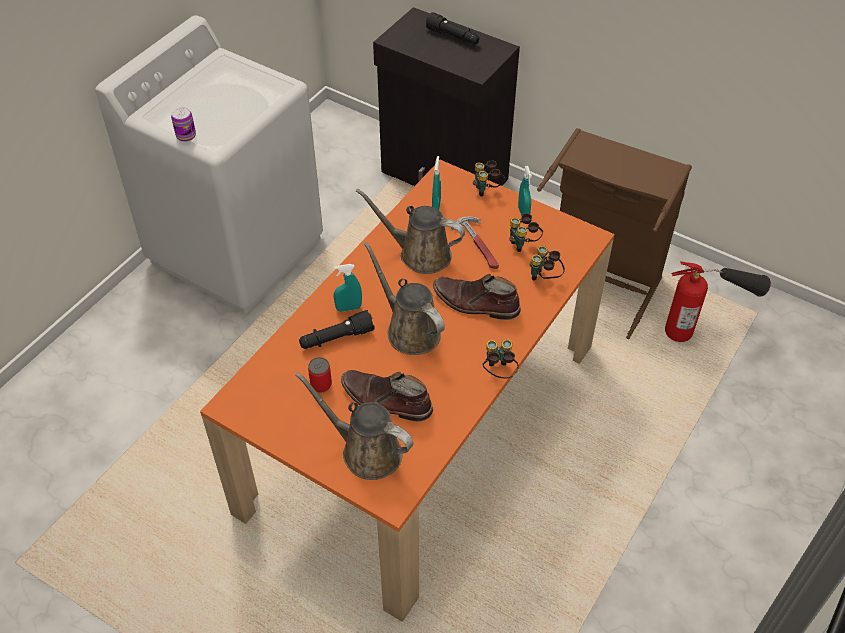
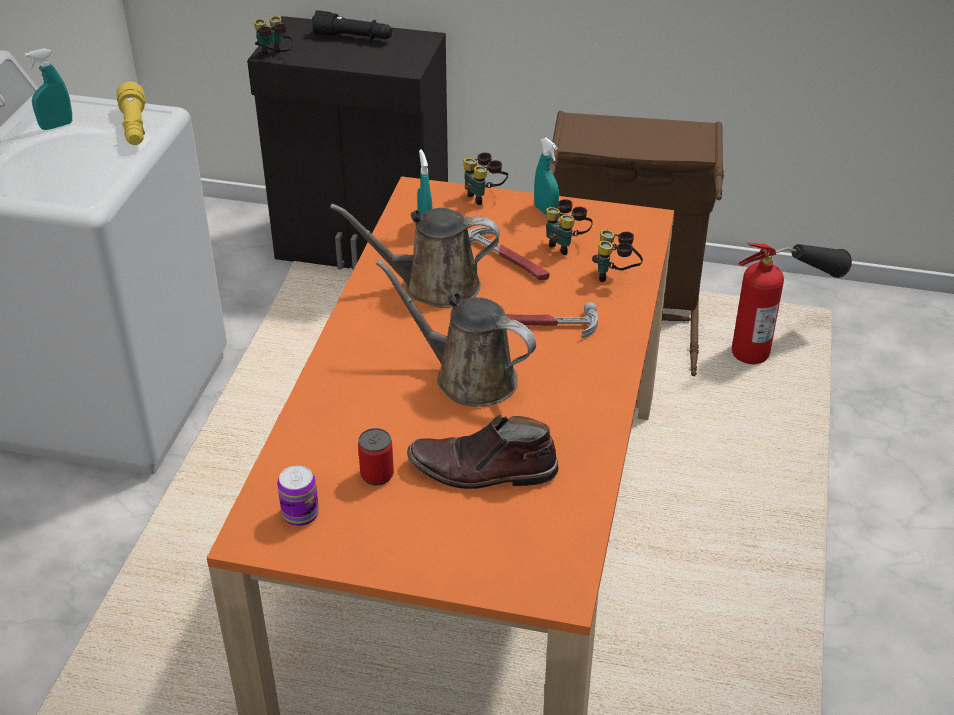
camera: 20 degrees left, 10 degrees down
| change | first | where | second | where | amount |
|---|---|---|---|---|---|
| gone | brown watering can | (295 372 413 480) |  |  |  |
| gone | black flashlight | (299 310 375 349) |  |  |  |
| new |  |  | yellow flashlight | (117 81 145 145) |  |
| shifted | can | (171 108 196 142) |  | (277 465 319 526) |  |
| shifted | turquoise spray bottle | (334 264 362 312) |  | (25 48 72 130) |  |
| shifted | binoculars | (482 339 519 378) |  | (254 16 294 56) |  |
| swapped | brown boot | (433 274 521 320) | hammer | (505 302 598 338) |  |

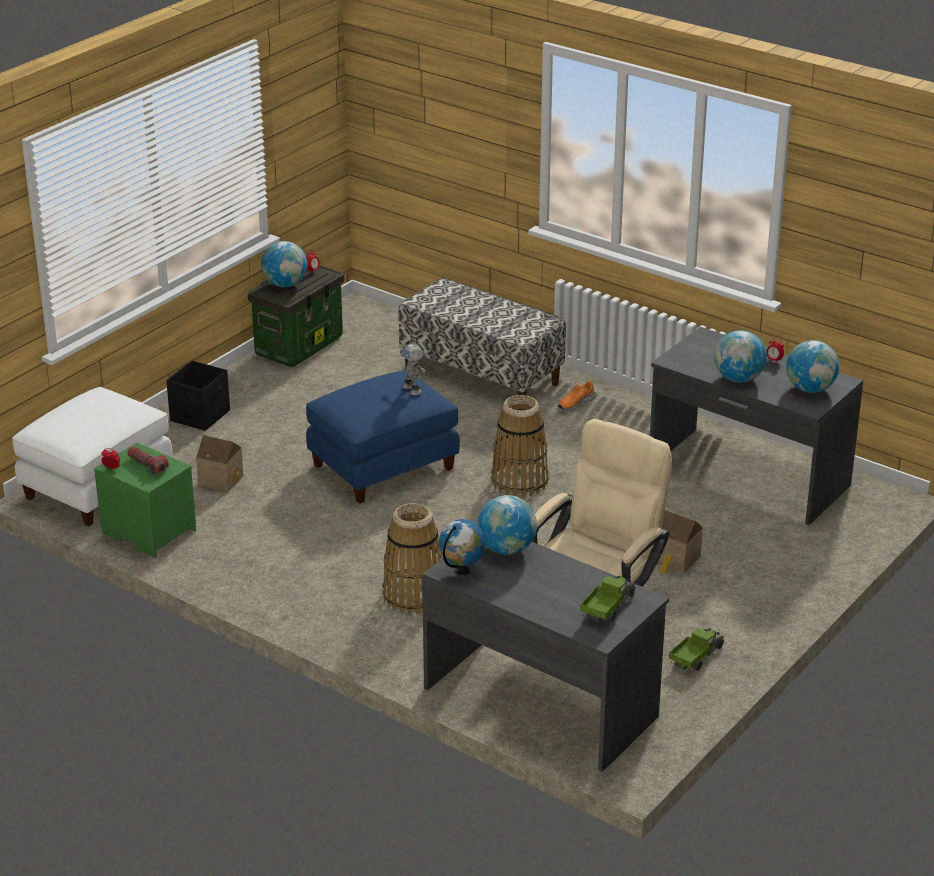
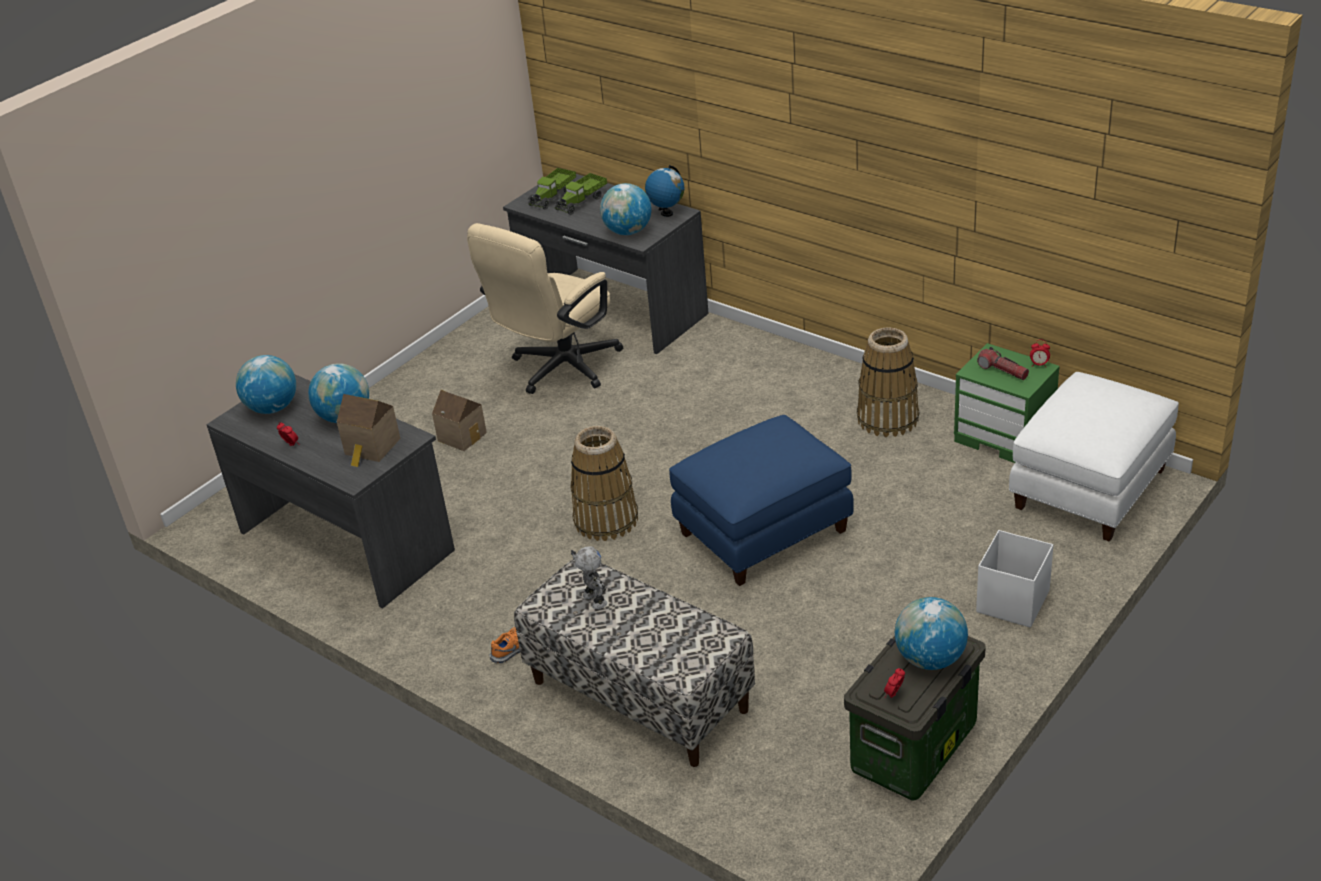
camera: 175 degrees left, 5 degrees up
| change | first | where | second | where | amount |
|---|---|---|---|---|---|
| shifted | toy house | (196 435 243 492) |  | (337 394 401 467) |  |
| shifted | basket | (383 503 442 614) |  | (857 327 919 437) |  |
| shifted | toy robot | (400 344 428 395) |  | (571 547 607 609) |  |
| shifted | toy truck | (669 628 725 671) |  | (554 173 607 215) |  |
| repainted | black storage box | (166 360 230 431) | white storage box | (976 530 1053 627) |  |

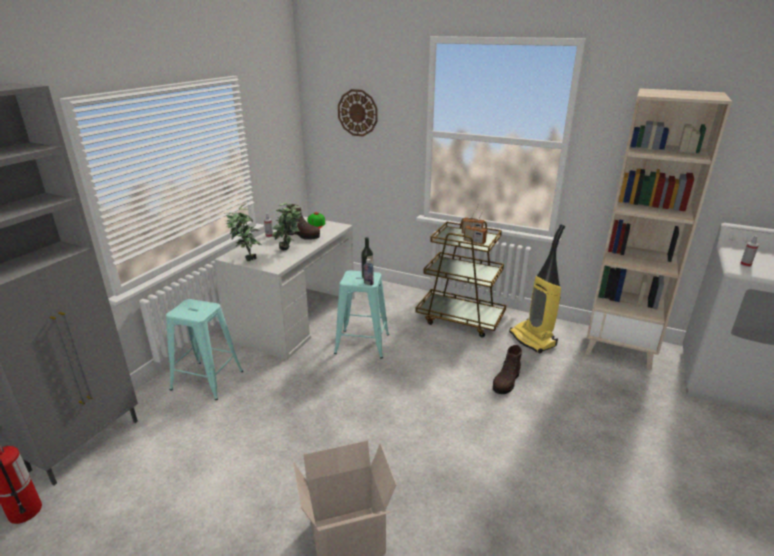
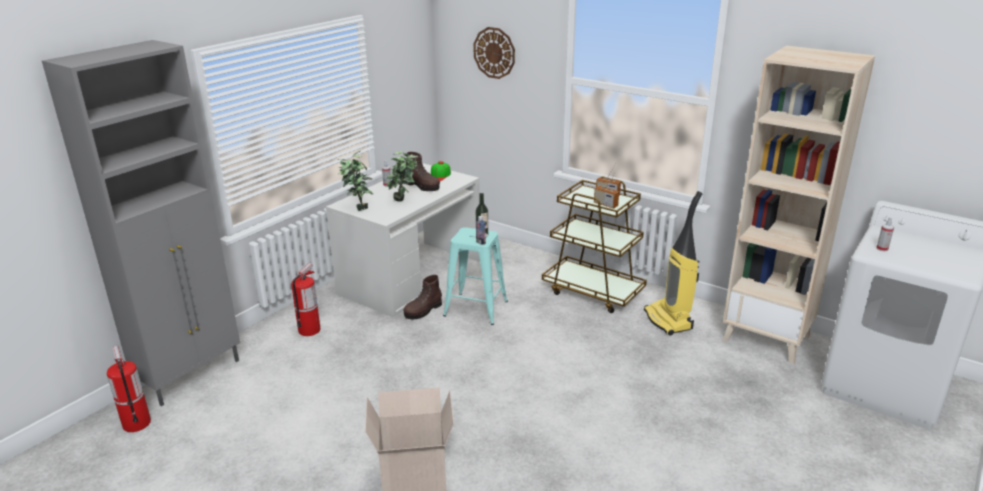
camera: 10 degrees right, 0 degrees up
| change | first | where | second | where | amount |
|---|---|---|---|---|---|
| shifted | brown boot | (493 345 522 394) |  | (403 275 442 319) |  |
| swapped | turquoise stool | (166 299 243 400) | fire extinguisher | (291 263 320 336) |  |

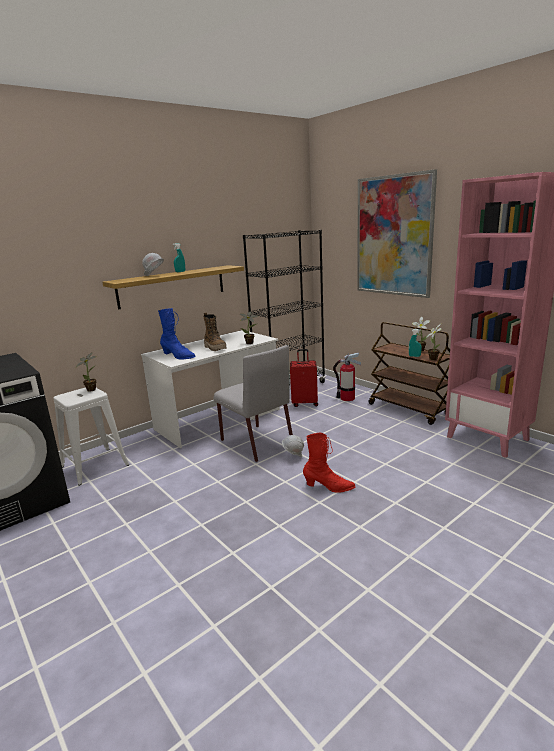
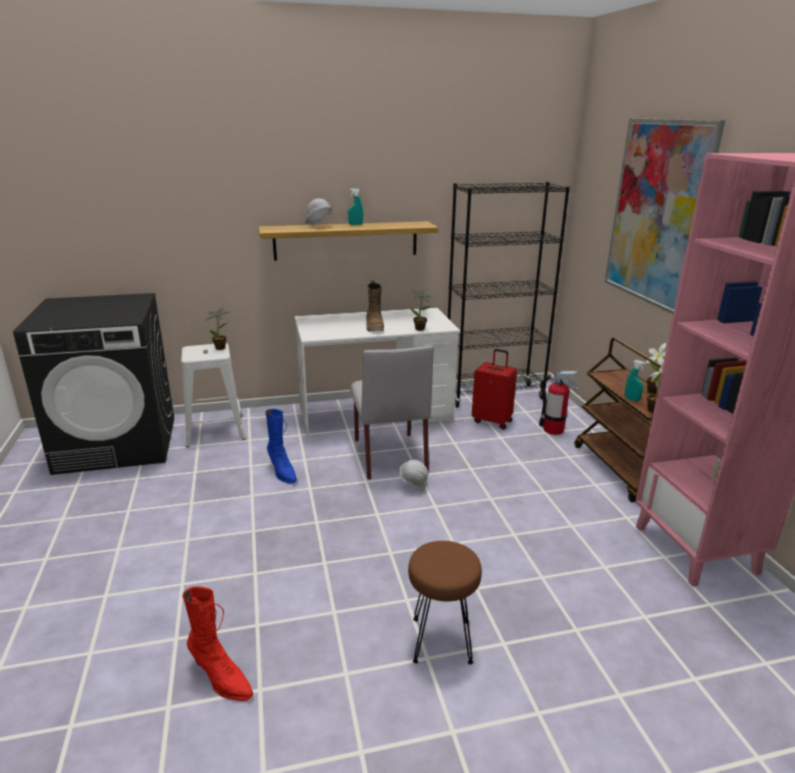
camera: 25 degrees right, 5 degrees up
| change | first | where | second | where | amount |
|---|---|---|---|---|---|
| new |  |  | brown stool | (408 541 482 665) |  |
| shifted | blue boot | (158 308 195 360) |  | (265 409 297 484) |  |
| shifted | red boot | (303 433 355 493) |  | (182 586 253 701) |  |

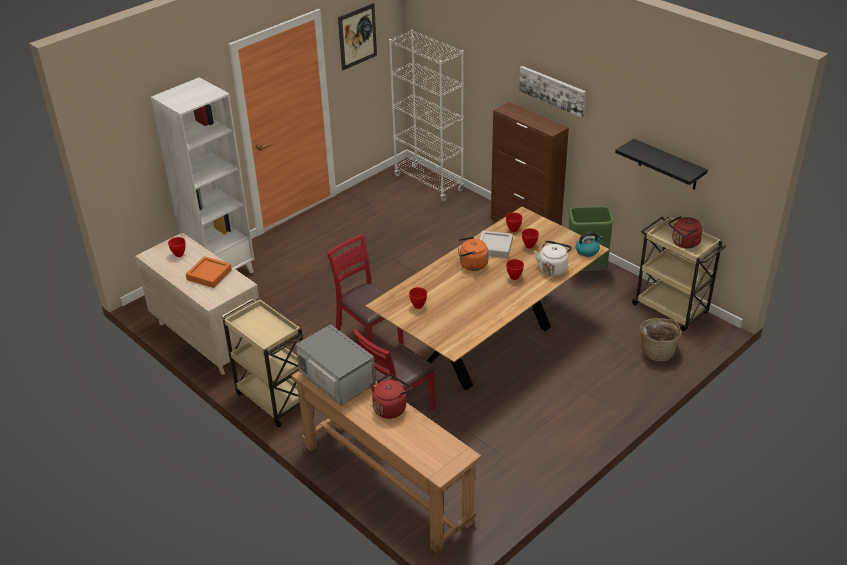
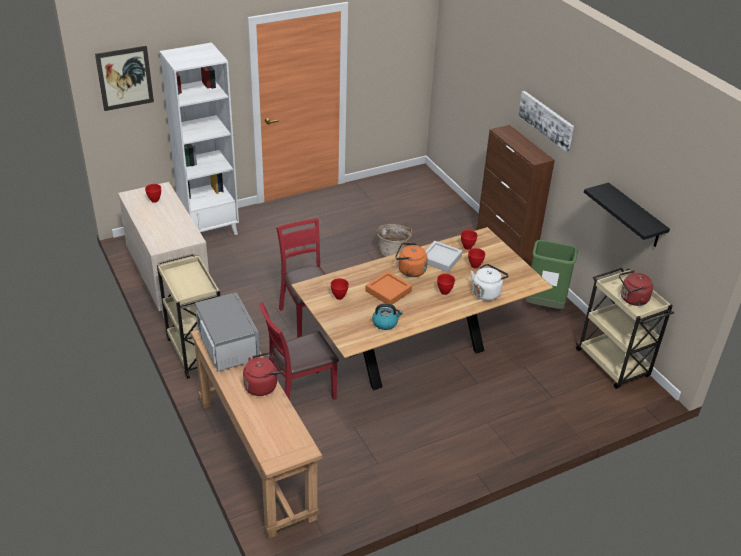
camera: 15 degrees right, 0 degrees up
| change | first | where | second | where | amount |
|---|---|---|---|---|---|
| gone | white bookcase | (389 30 464 201) |  |  |  |
| shifted | orange tray | (186 256 232 288) |  | (365 271 412 305) |  |
| shifted | picture | (338 3 377 71) |  | (95 46 154 111) |  |
| shifted | kettle | (576 232 603 257) |  | (372 303 403 330) |  |
| shifted | basket | (640 318 681 361) |  | (376 224 413 257) |  |

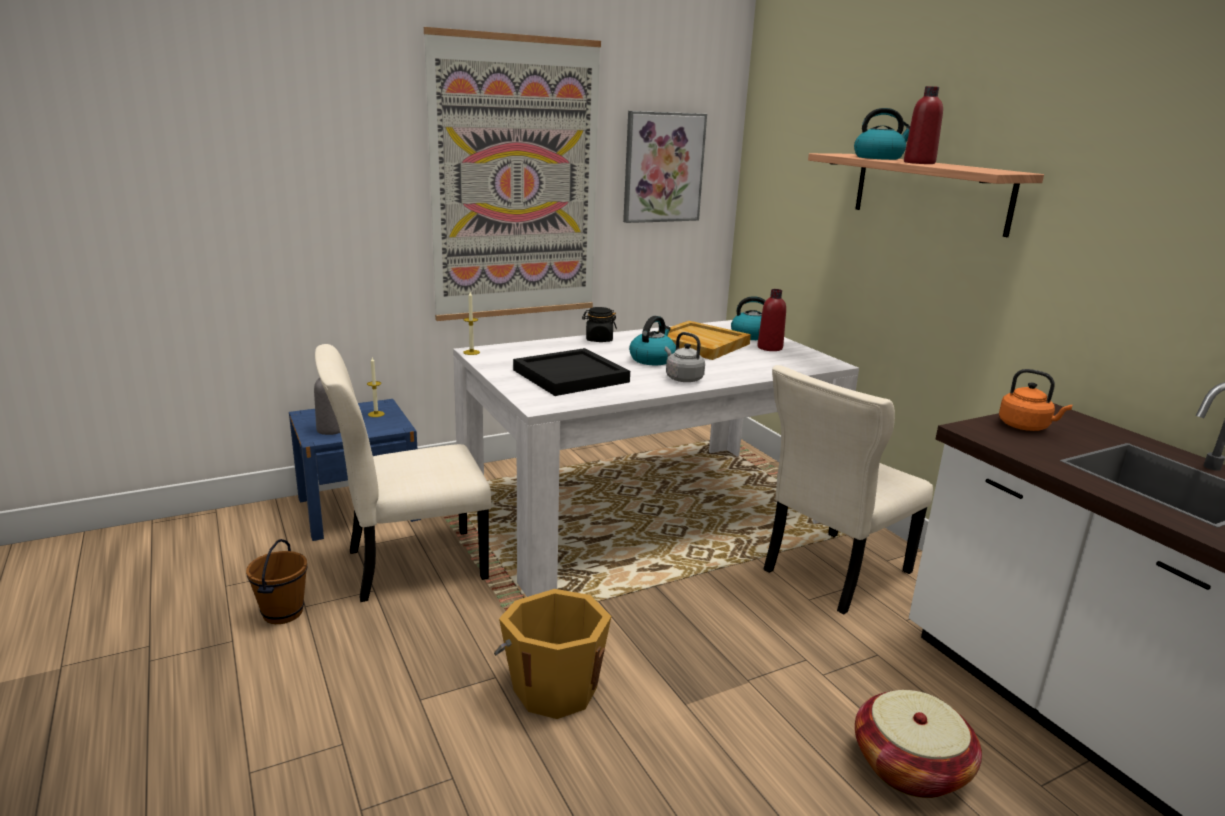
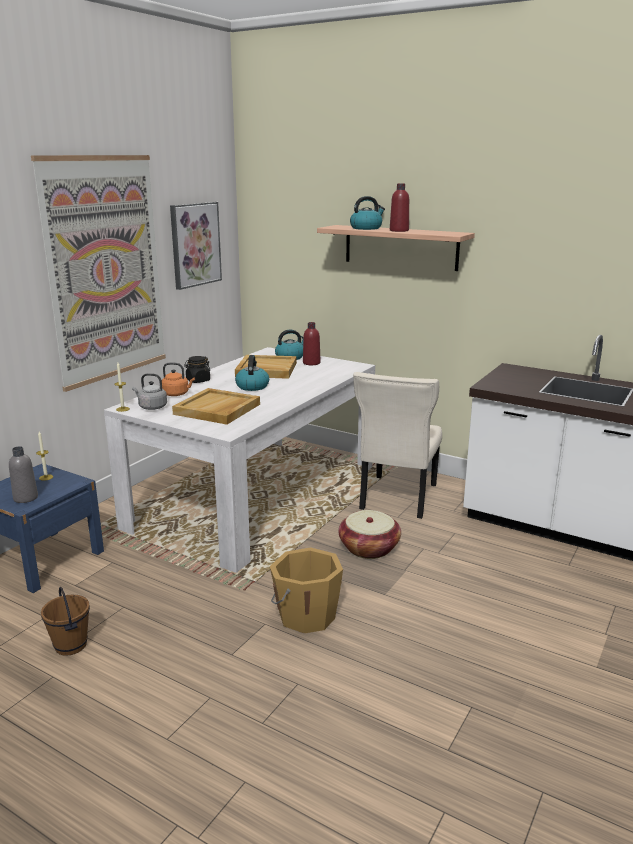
camera: 30 degrees left, 0 degrees up
| change | first | where | second | where | amount |
|---|---|---|---|---|---|
| gone | beige chair | (315 344 491 602) |  |  |  |
| shifted | grey kettle | (665 332 705 382) |  | (132 373 167 410) |  |
| shifted | basket | (855 690 982 798) |  | (338 510 401 559) |  |
| shifted | orange kettle | (999 369 1072 431) |  | (162 362 195 396) |  |
| repainted | black tray | (513 348 630 396) | beige tray | (172 388 260 425) |  |

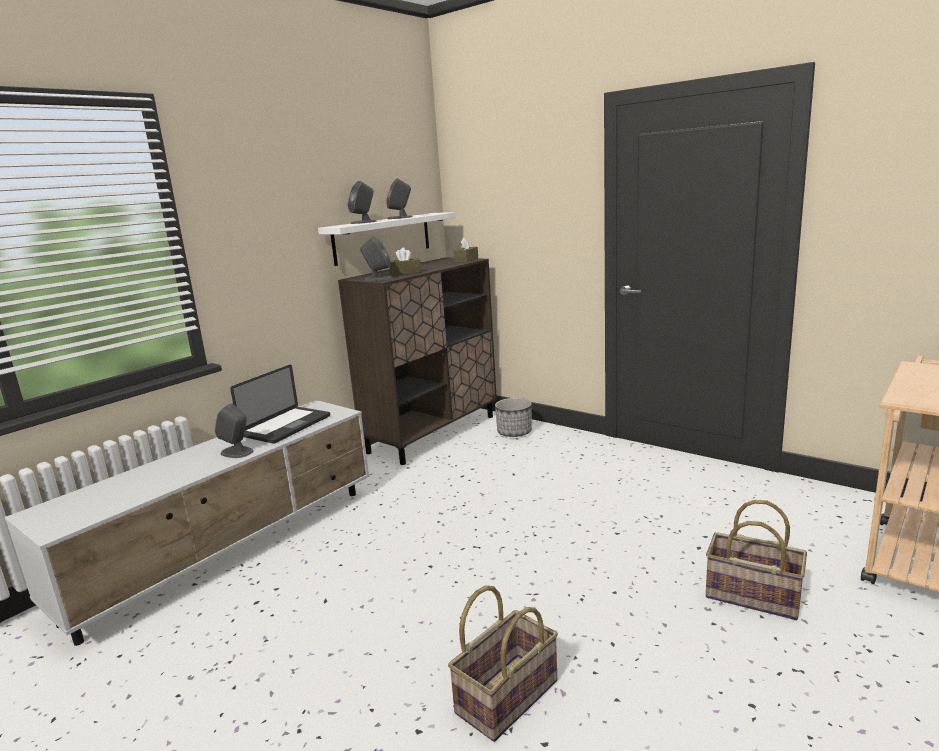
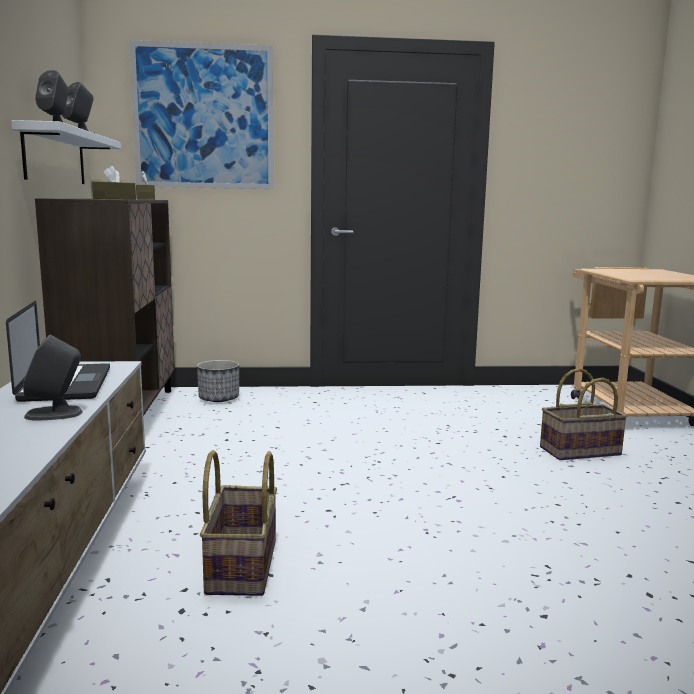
camera: 45 degrees left, 5 degrees down
| change | first | where | second | where | amount |
|---|---|---|---|---|---|
| gone | grey speaker | (360 237 392 281) |  |  |  |
| new |  |  | picture | (129 40 274 189) |  |
| shifted | basket | (448 585 558 742) |  | (200 450 277 596) |  |

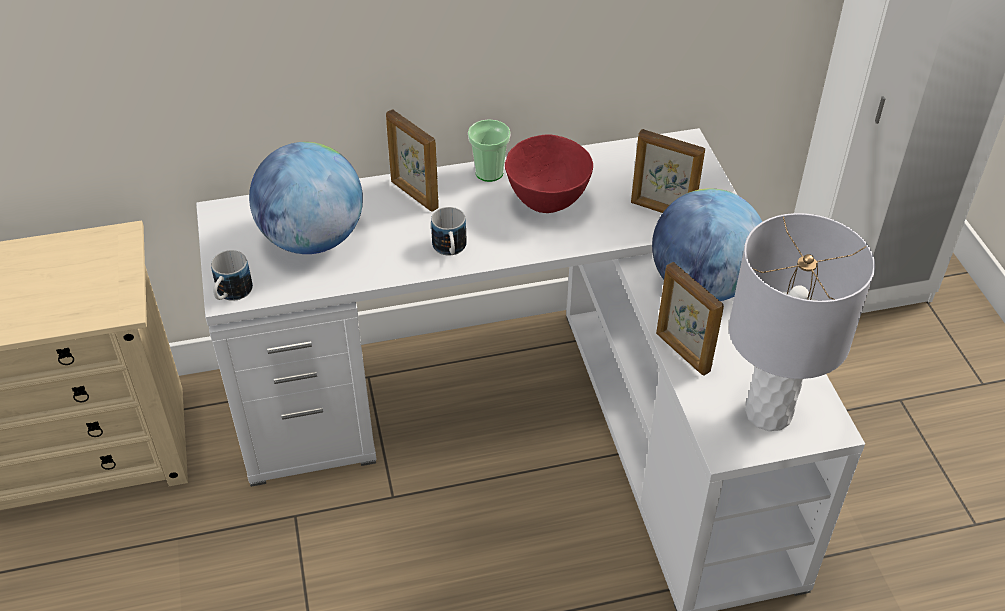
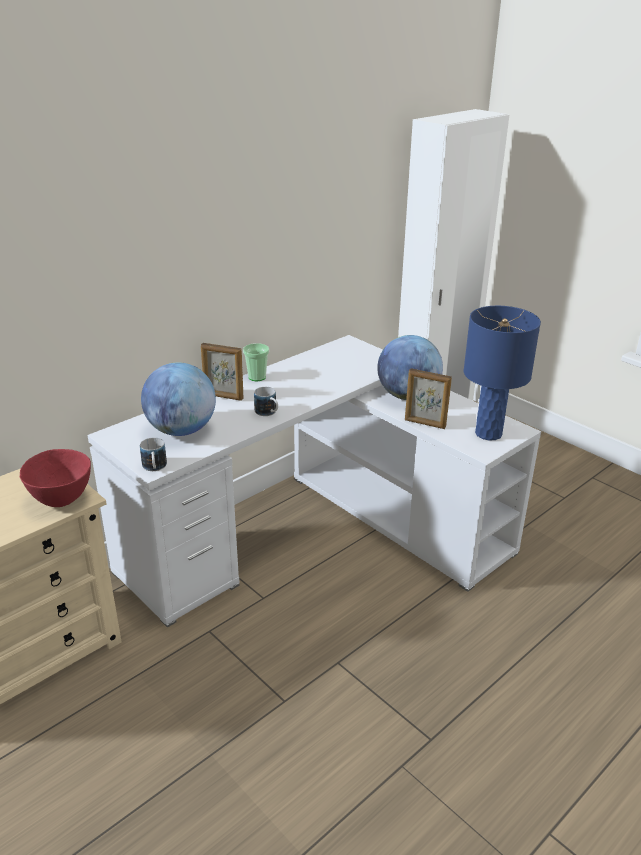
camera: 30 degrees left, 15 degrees down
| change | first | where | second | where | amount |
|---|---|---|---|---|---|
| gone | picture frame | (631 129 705 213) |  |  |  |
| shifted | red bowl | (505 134 593 213) |  | (20 449 91 507) |  |
| repainted | grey table lamp | (729 213 875 431) | blue table lamp | (464 306 541 441) |  |

